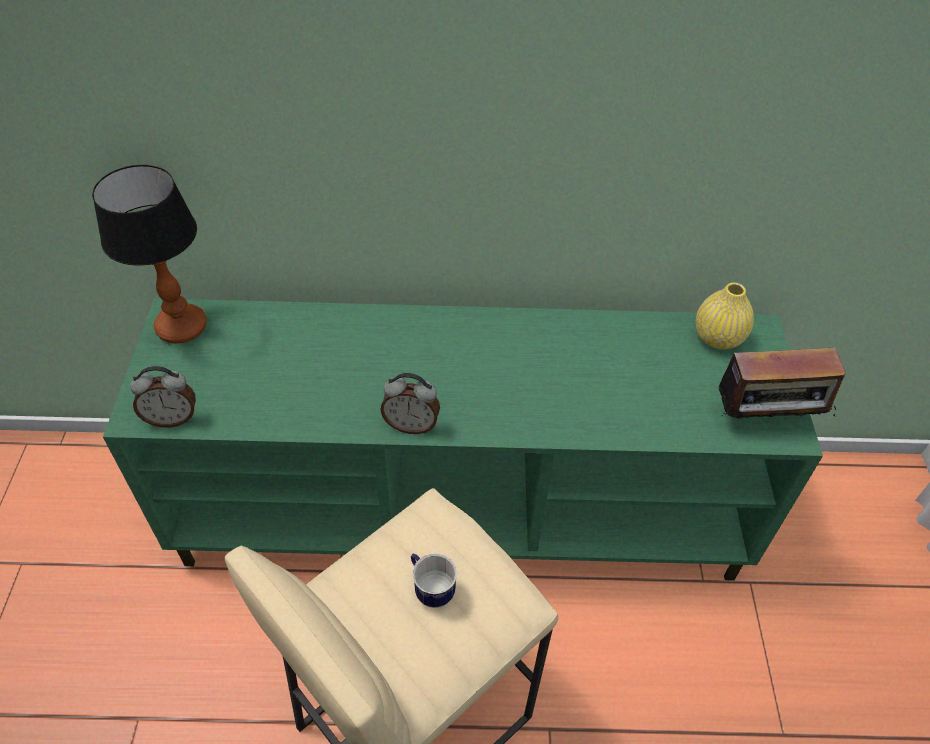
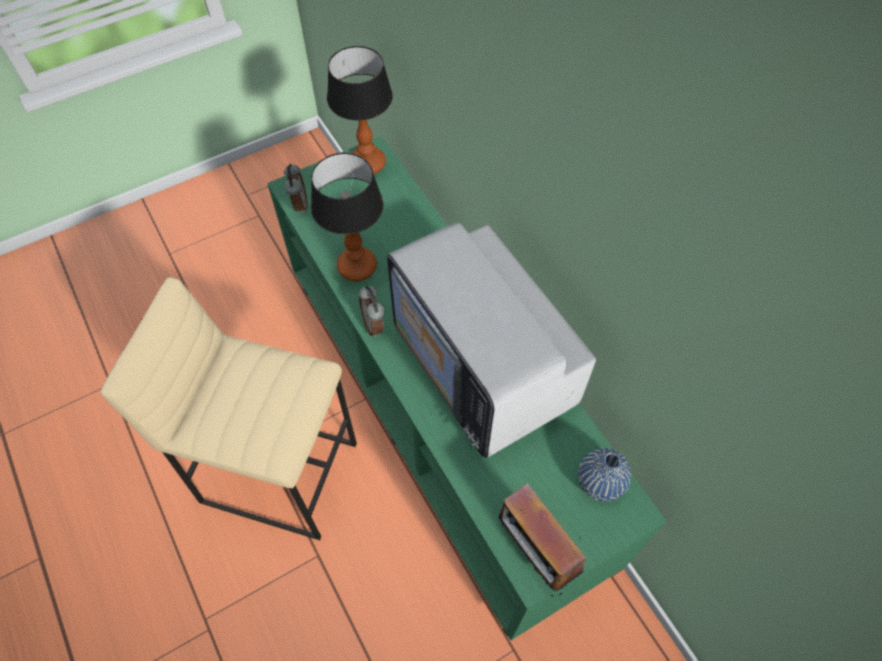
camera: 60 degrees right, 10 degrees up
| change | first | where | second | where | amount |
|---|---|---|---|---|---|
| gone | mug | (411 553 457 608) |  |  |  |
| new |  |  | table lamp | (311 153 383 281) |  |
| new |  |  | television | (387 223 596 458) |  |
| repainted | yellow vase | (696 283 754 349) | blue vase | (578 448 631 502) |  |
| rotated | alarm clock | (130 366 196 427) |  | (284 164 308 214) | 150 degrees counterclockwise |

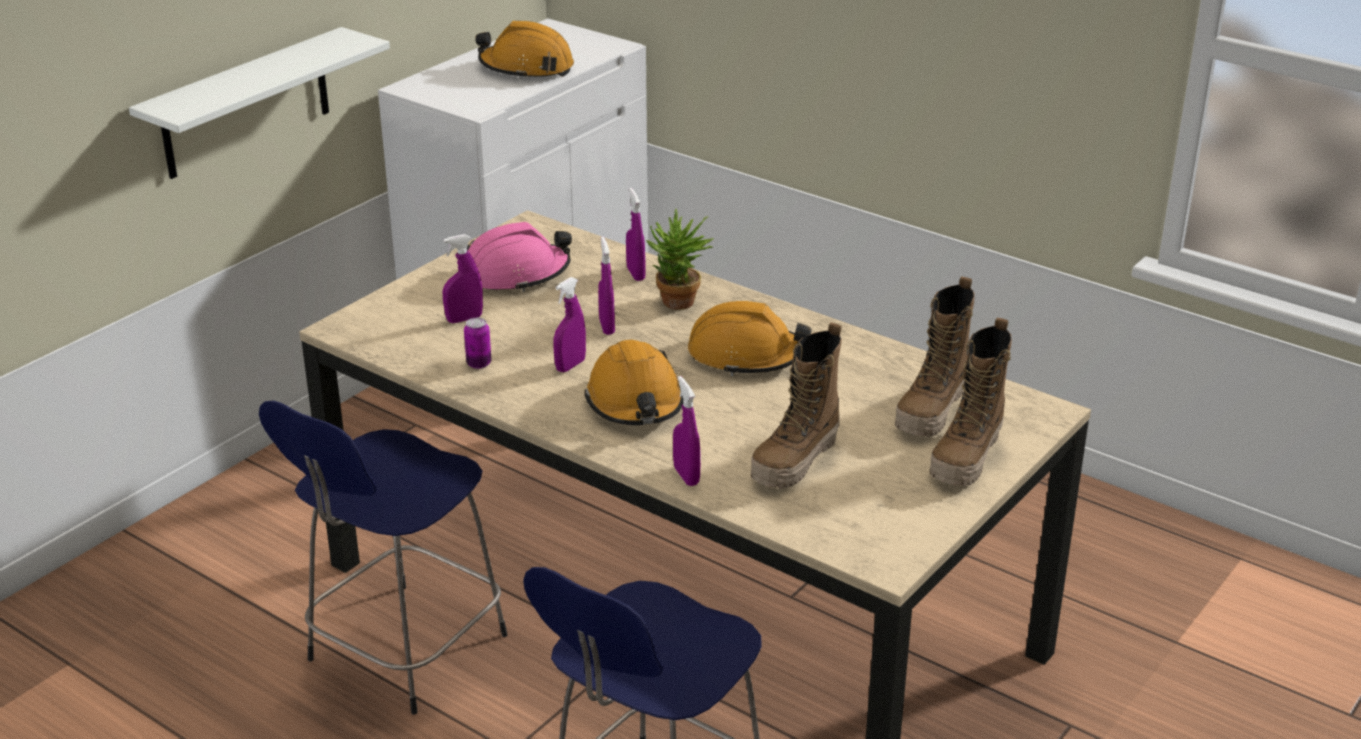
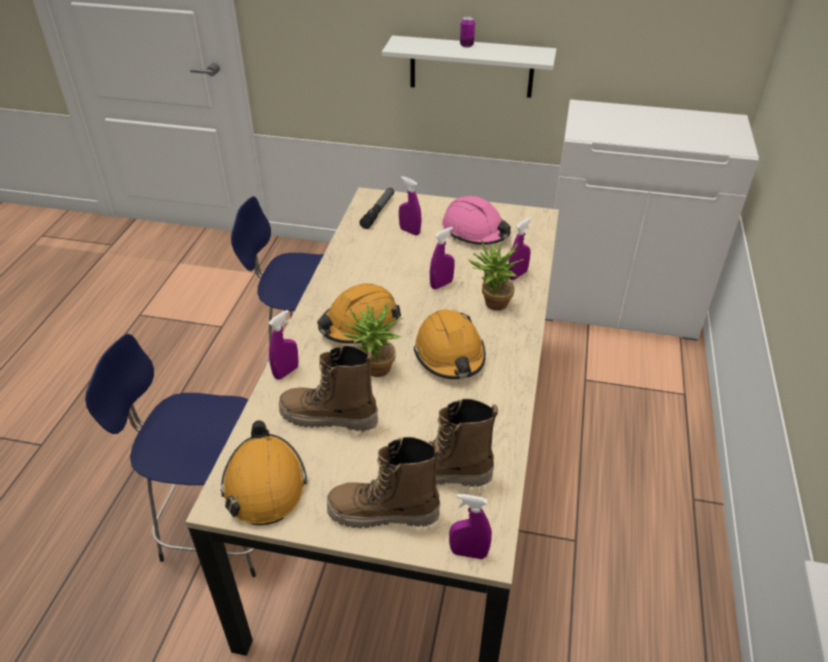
camera: 65 degrees right, 10 degrees up
| change | first | where | second | where | amount |
|---|---|---|---|---|---|
| new |  |  | potted plant | (343 301 403 377) |  |
| new |  |  | flashlight | (360 188 394 229) |  |
| shifted | can | (464 318 491 369) |  | (460 17 475 48) |  |
| shifted | orange hard hat | (475 21 574 80) |  | (221 420 307 525) |  |
| shifted | purple spray bottle | (553 277 586 372) |  | (449 494 492 559) |  |

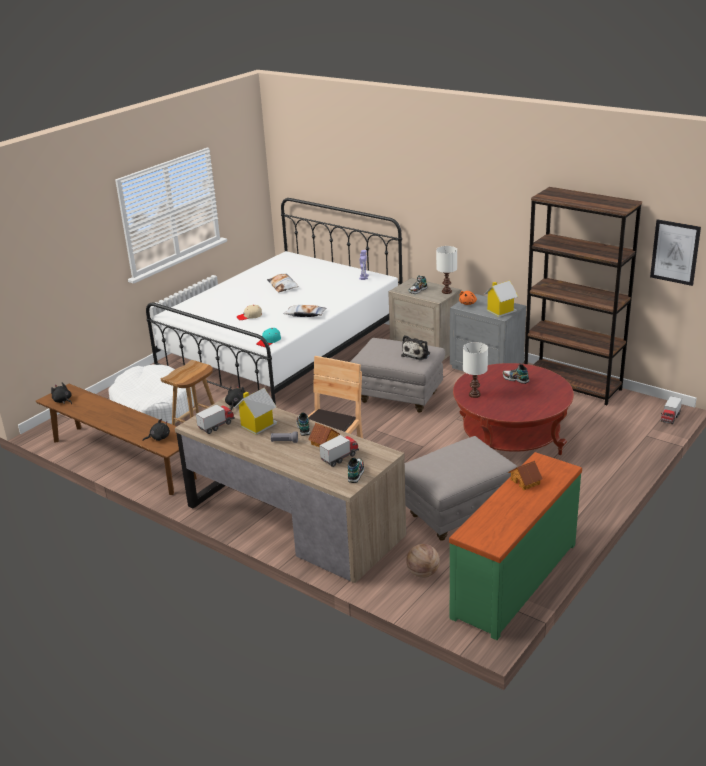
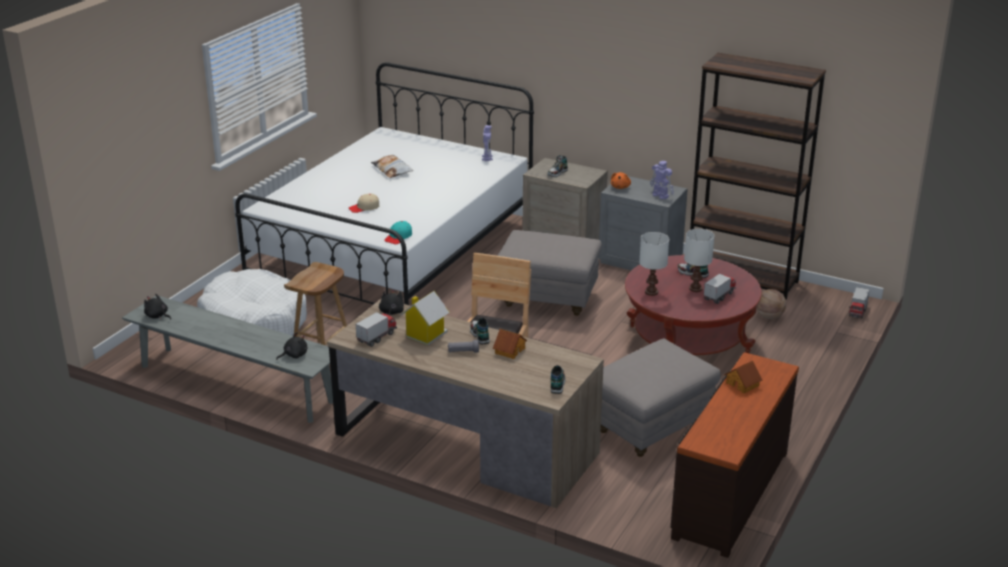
camera: 10 degrees left, 0 degrees up
| change | first | where | second | where | amount |
|---|---|---|---|---|---|
| gone | pillow | (283 305 327 317) |  |  |  |
| gone | plush toy | (401 335 430 360) |  |  |  |
| gone | picture | (650 219 701 286) |  |  |  |
| shifted | toy truck | (319 435 359 467) |  | (704 274 736 304) |  |
| shifted | basketball | (406 544 440 578) |  | (756 289 786 319) |  |
| shifted | white table lamp | (436 246 457 294) |  | (684 229 715 292) |  |
| swapped | toy house | (484 280 518 317) | toy robot | (650 161 674 199) |  |
| repainted | brown bench | (36 384 197 495) | grey bench | (122 296 333 423) |  |
| repainted | green dresser | (449 452 582 640) | brown dresser | (671 352 799 558) |  |

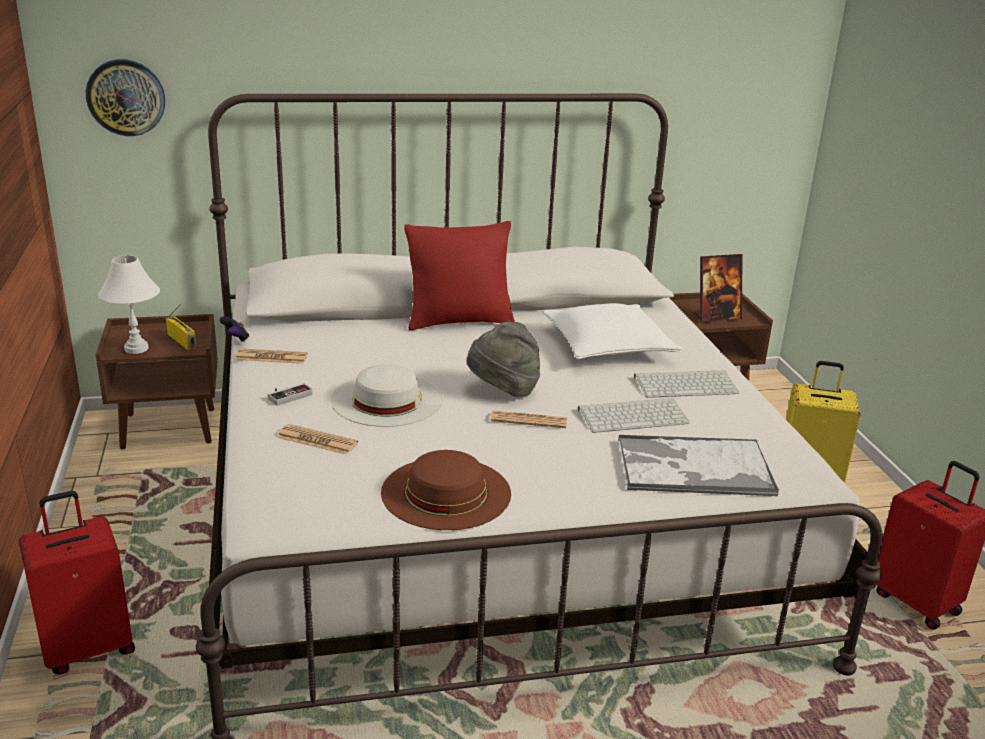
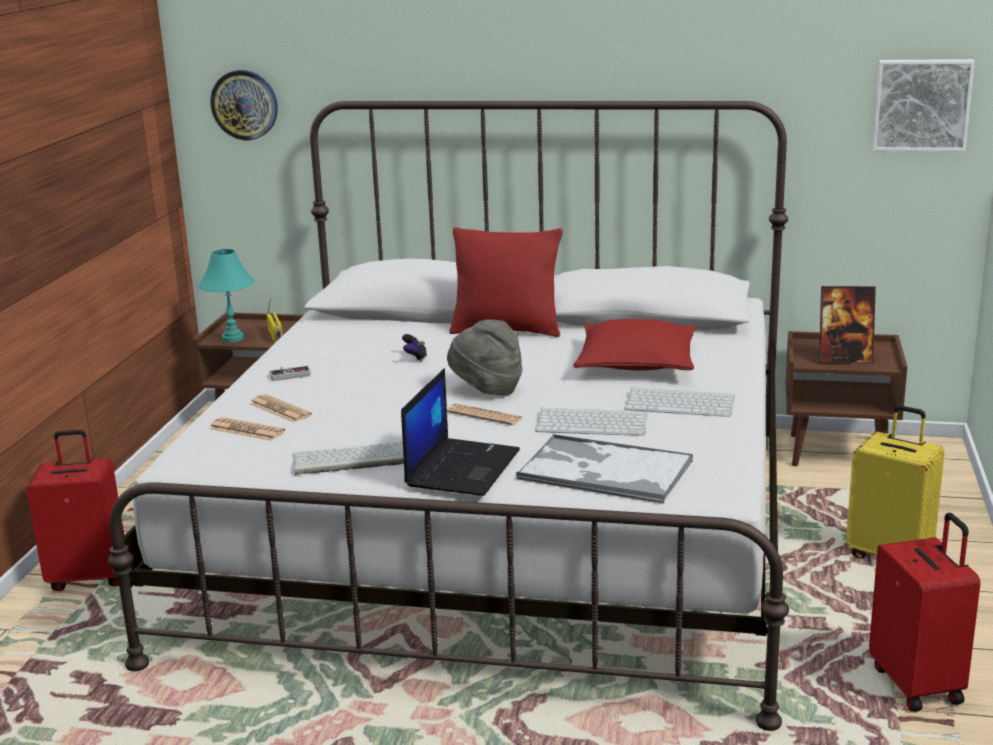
camera: 25 degrees right, 5 degrees down
| change | first | where | second | where | amount |
|---|---|---|---|---|---|
| gone | white hat | (331 364 442 427) |  |  |  |
| new |  |  | laptop | (401 368 520 496) |  |
| new |  |  | picture | (872 59 975 152) |  |
| shifted | game controller | (220 316 249 342) |  | (402 334 427 361) |  |
| shifted | newspaper | (235 348 308 364) |  | (209 417 285 441) |  |
| swapped | brown hat | (381 450 511 530) | keyboard | (292 442 404 475) |  |
| repainted | white table lamp | (98 255 160 354) | turquoise table lamp | (199 249 255 342) |  |
| repainted | white pillow | (542 303 682 359) | red pillow | (573 319 696 370) |  |

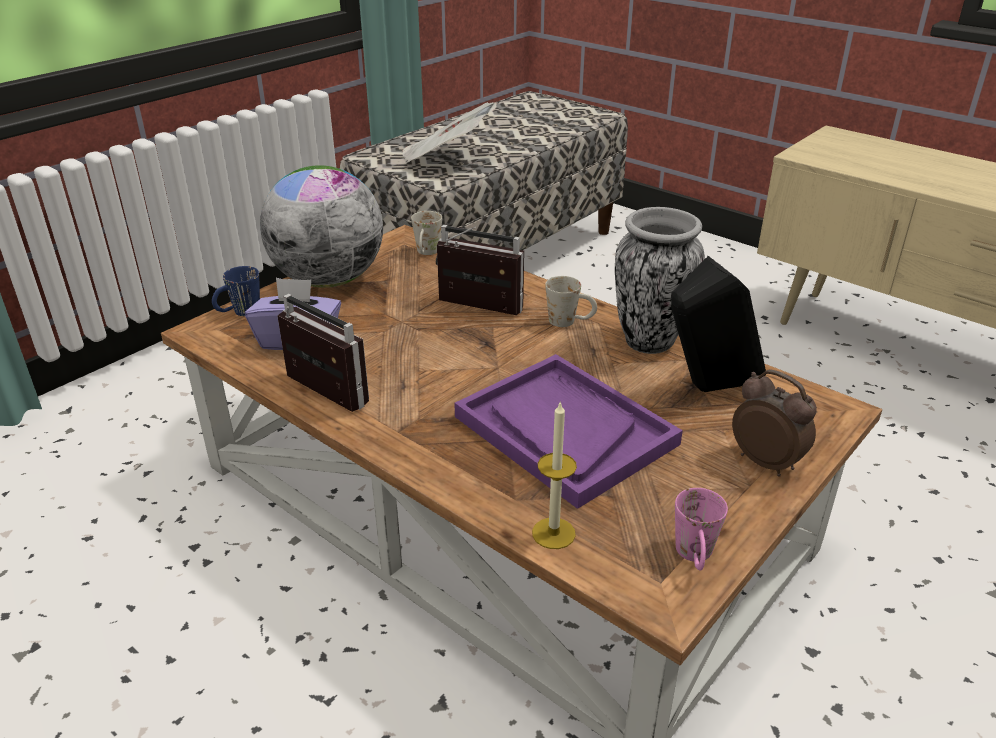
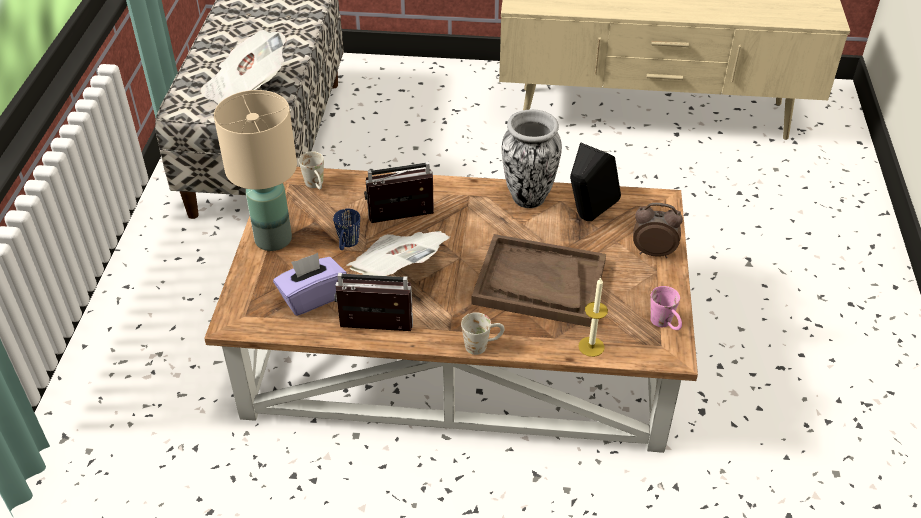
camera: 35 degrees left, 10 degrees up
| change | first | where | second | where | amount |
|---|---|---|---|---|---|
| new |  |  | newspaper | (346 231 450 276) |  |
| shifted | blue mug | (212 266 260 316) |  | (333 209 360 250) |  |
| shifted | white mug | (545 276 597 327) |  | (461 312 505 355) |  |
| swapped | globe | (260 165 383 288) | beige table lamp | (214 90 297 251) |  |
| repainted | purple tray | (454 354 683 509) | brown tray | (472 234 606 327) |  |

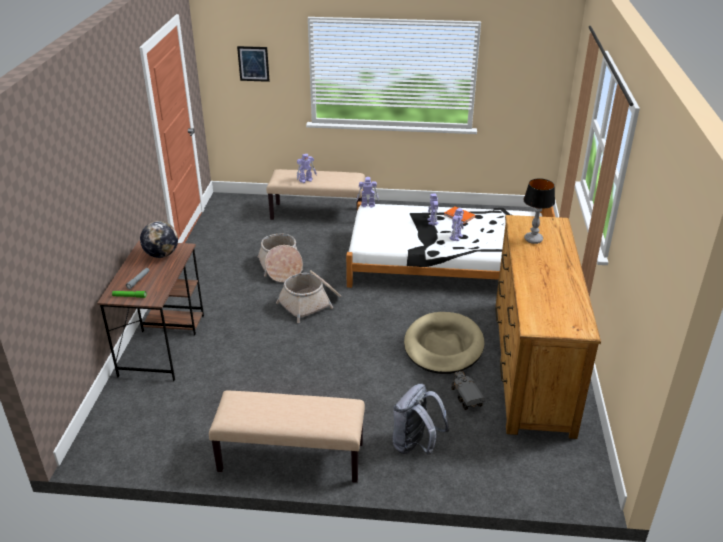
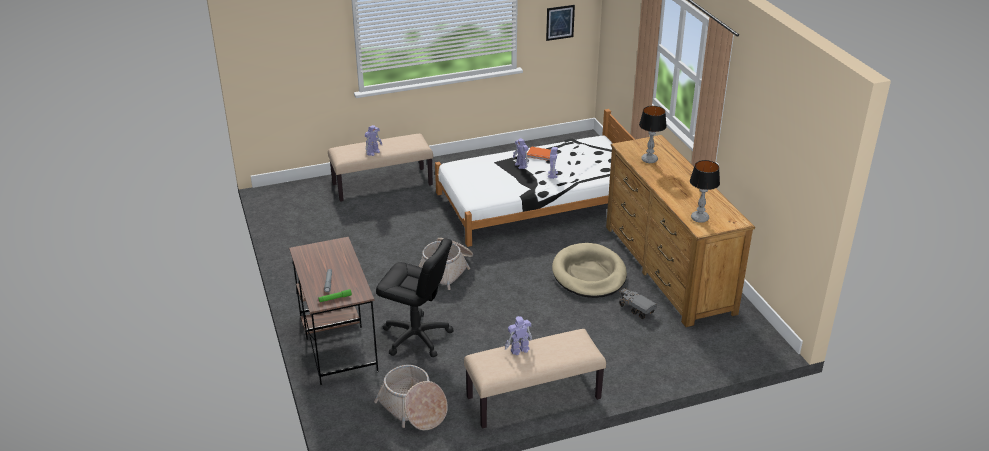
camera: 25 degrees left, 0 degrees up
| change | first | where | second | where | amount |
|---|---|---|---|---|---|
| gone | globe | (140 221 178 258) |  |  |  |
| gone | grey backpack | (392 384 449 455) |  |  |  |
| new |  |  | black office chair | (376 238 454 357) |  |
| new |  |  | table lamp | (690 160 720 223) |  |
| shifted | picture | (237 46 270 82) |  | (546 5 575 41) |  |
| shifted | basket | (258 234 303 283) |  | (374 365 448 430) |  |
| shifted | toy robot | (356 177 379 207) |  | (505 316 532 355) |  |

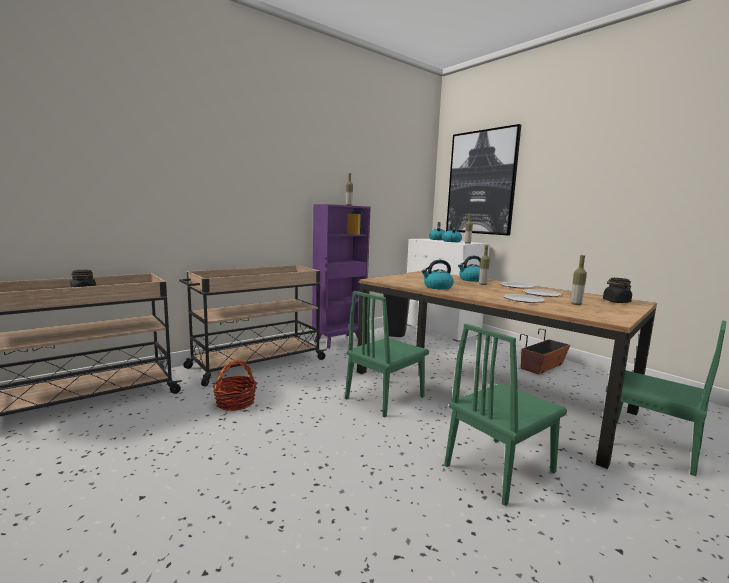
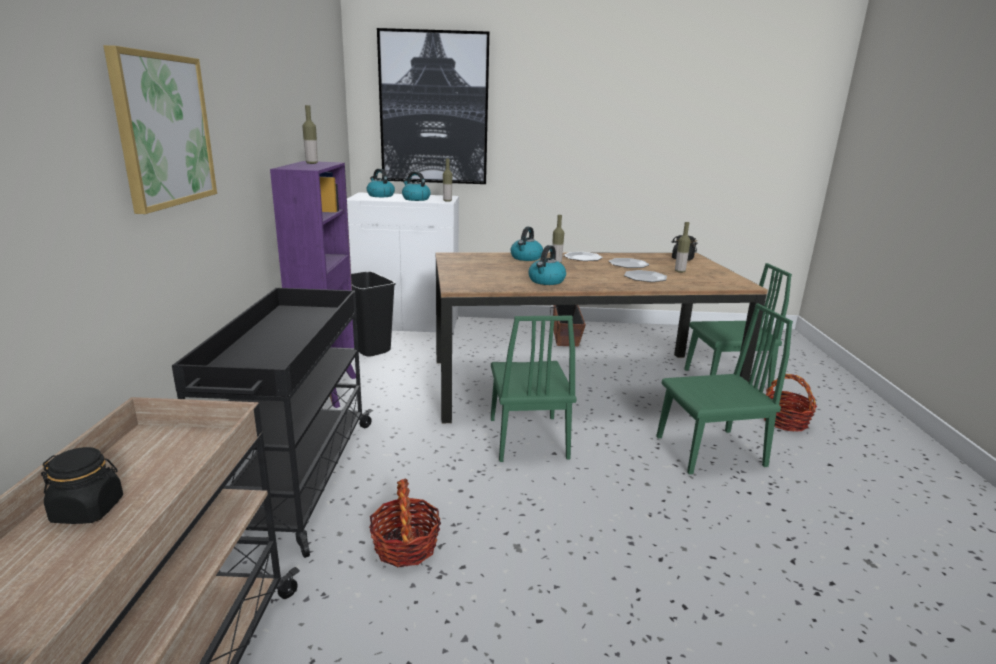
camera: 50 degrees left, 10 degrees up
| change | first | where | second | where | amount |
|---|---|---|---|---|---|
| new |  |  | picture | (103 45 217 214) |  |
| new |  |  | basket | (764 374 817 432) |  |
| repainted | beige cart | (179 265 327 387) | black cart | (172 288 373 558) |  |
| rotated | green chair | (444 324 567 506) |  | (656 303 793 474) | 105 degrees counterclockwise |

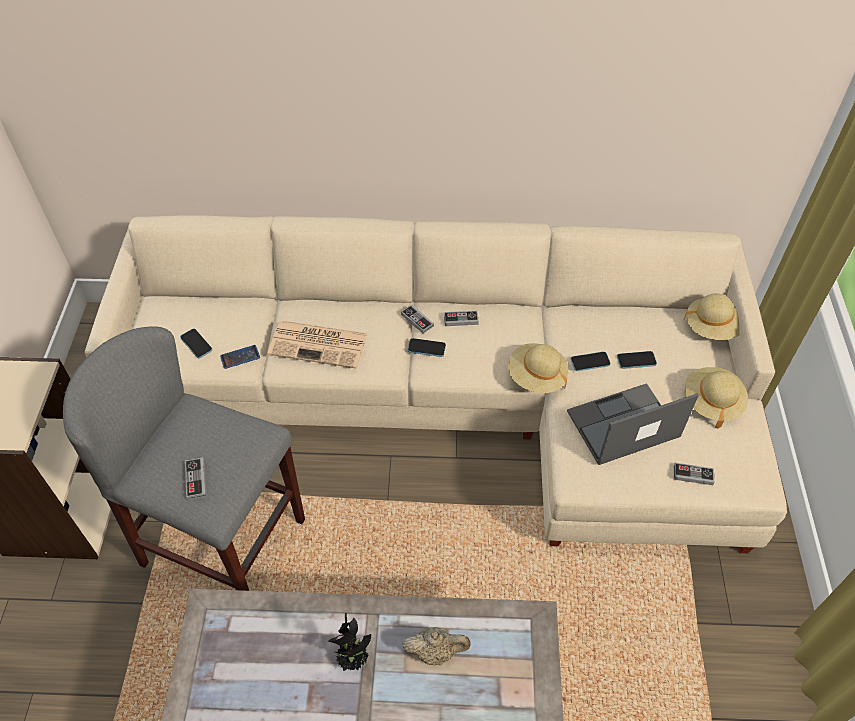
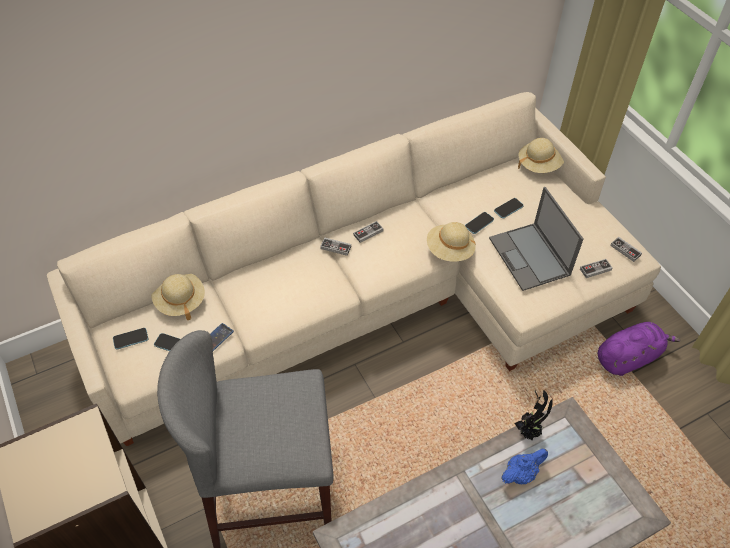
camera: 30 degrees left, 0 degrees up
| change | first | where | second | where | amount |
|---|---|---|---|---|---|
| gone | newspaper | (268 321 367 369) |  |  |  |
| new |  |  | purple plush toy | (598 322 680 376) |  |
| shifted | game controller | (185 457 206 500) |  | (610 237 642 262) |  |
| shifted | potted plant | (328 613 371 671) |  | (514 390 553 440) |  |
| shifted | phone | (408 338 446 357) |  | (113 328 148 350) |  |
| shifted | beige hat | (685 367 748 429) |  | (151 274 205 320) |  |
| repainted | beige teapot | (402 627 471 665) | blue teapot | (501 448 548 484) |  |
| rotated | laptop | (567 383 699 465) |  | (489 187 584 291) | 60 degrees counterclockwise |

